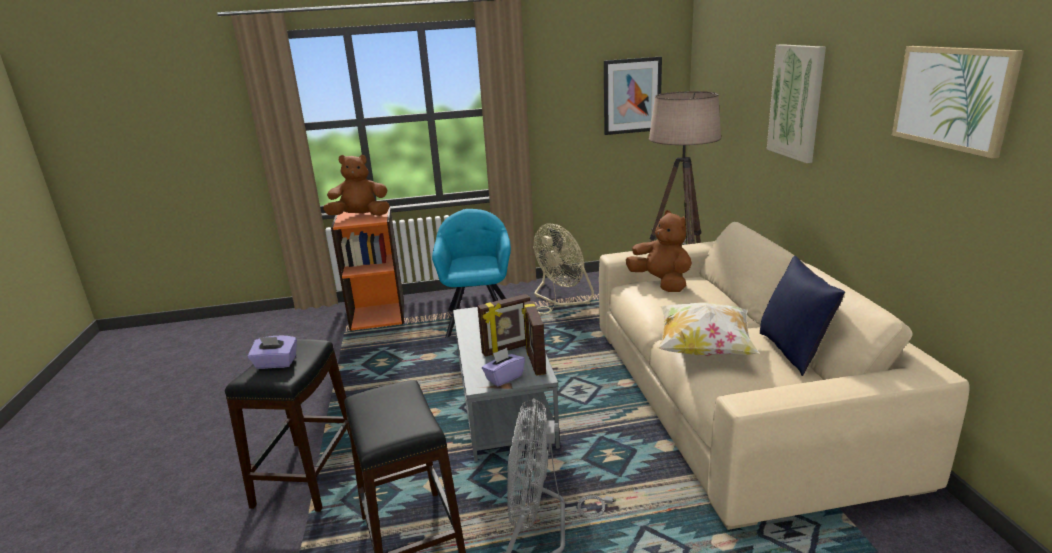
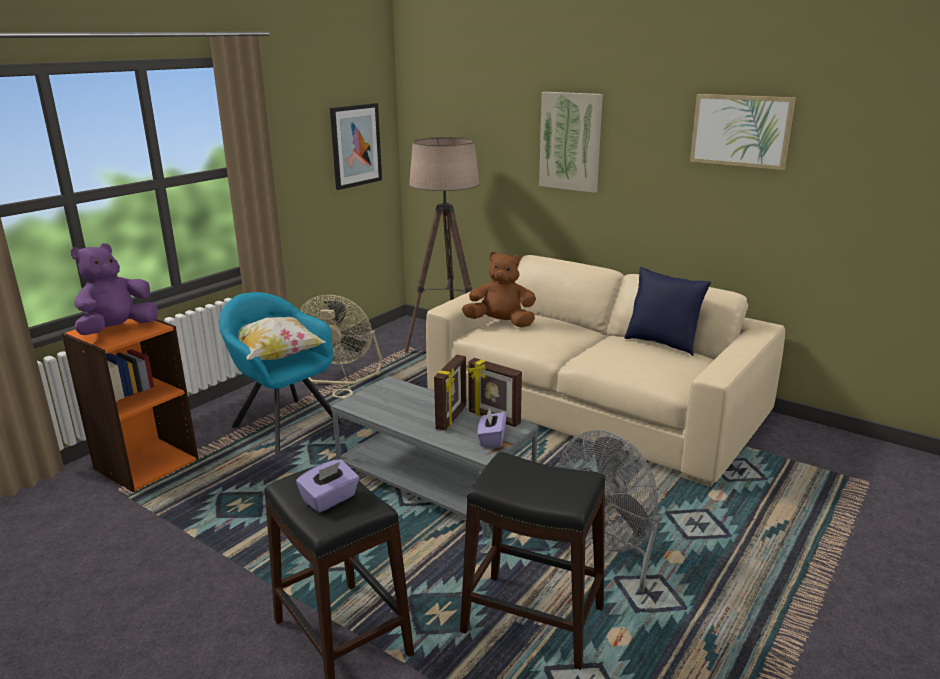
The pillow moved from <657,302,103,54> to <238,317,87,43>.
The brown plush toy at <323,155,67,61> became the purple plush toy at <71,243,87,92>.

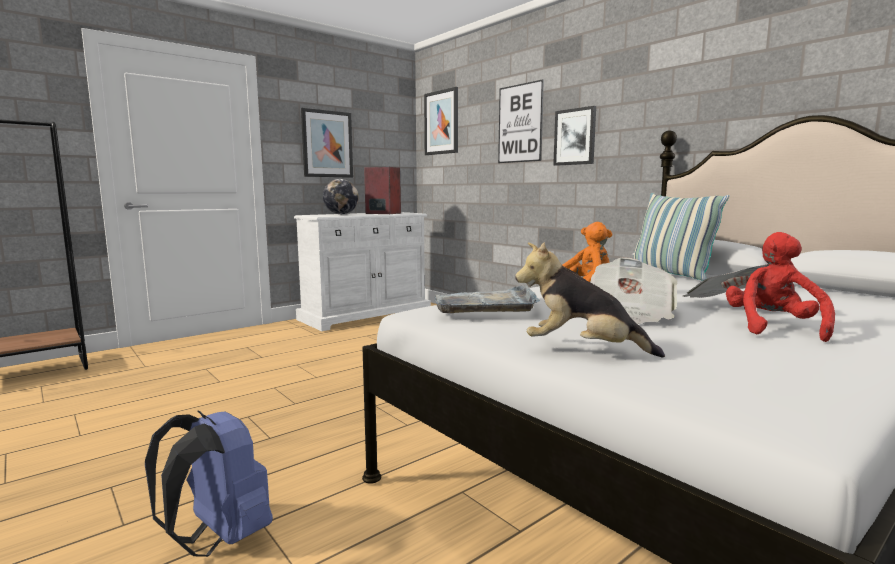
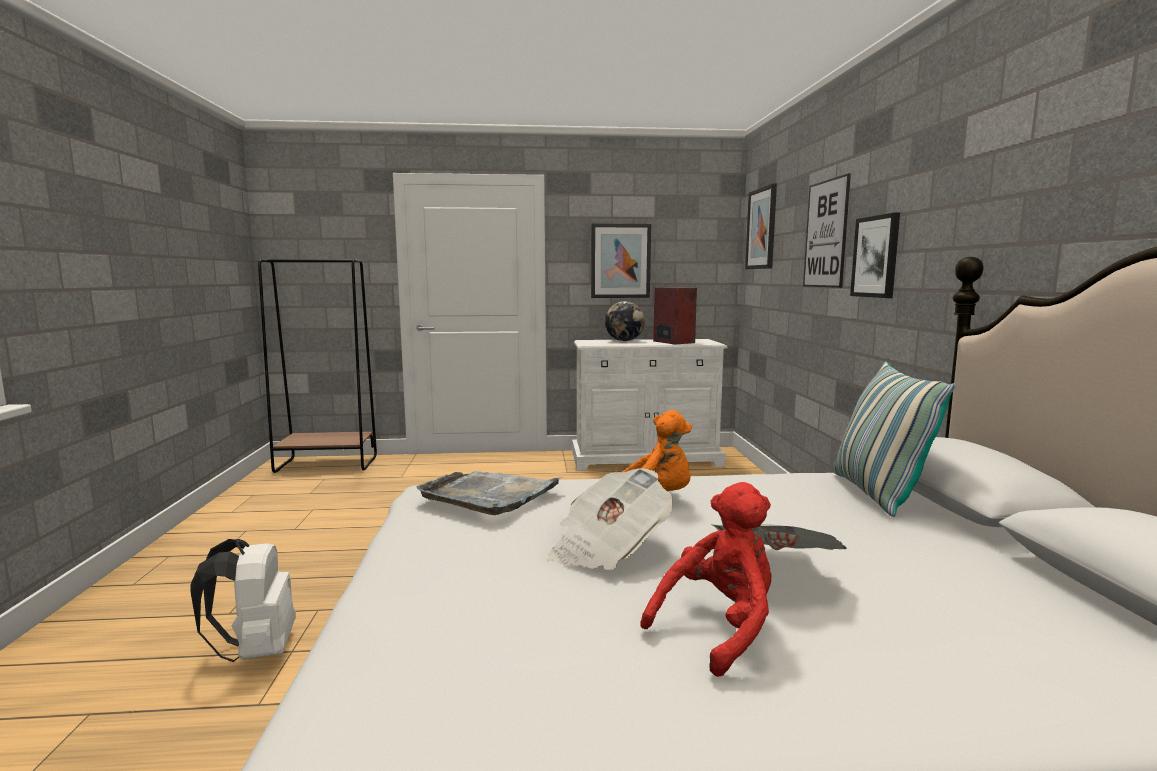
The plush toy at <515,242,150,116> disappeared.
The blue backpack at <145,410,128,147> became the white backpack at <190,539,106,123>.

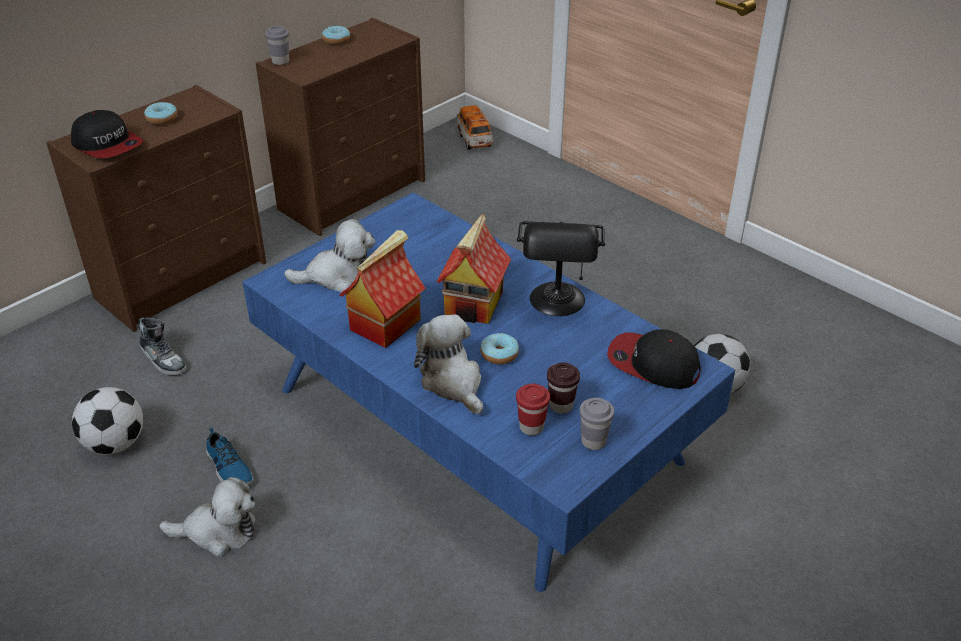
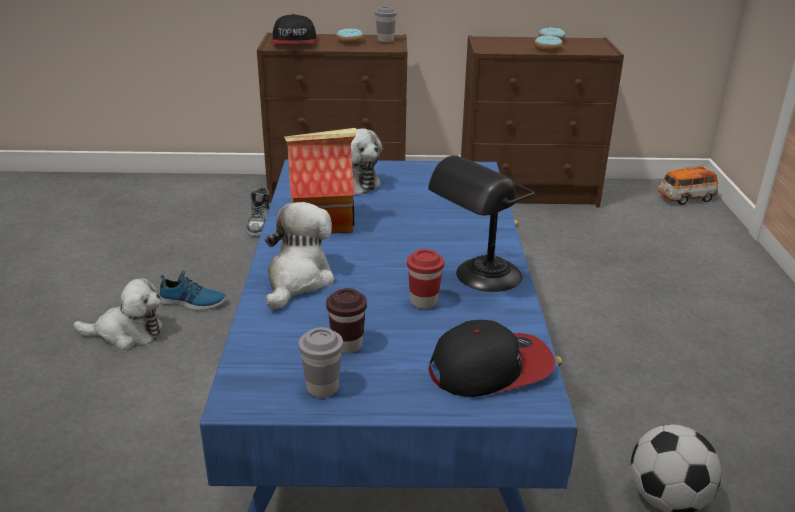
The football at <72,387,71,68> disappeared.
The toy house at <436,214,75,110> disappeared.
The grey cup moved from <265,26,24,39> to <375,6,22,37>.
The donut moved from <481,333,38,31> to <534,36,28,16>.
The red cup moved from <516,384,34,52> to <407,249,37,60>.
The plush toy at <159,477,97,80> turned 45 degrees counterclockwise.
The shoe at <206,427,48,59> turned 90 degrees counterclockwise.
The toy car at <457,105,36,45> turned 135 degrees counterclockwise.
The cap at <607,329,94,60> turned 90 degrees clockwise.

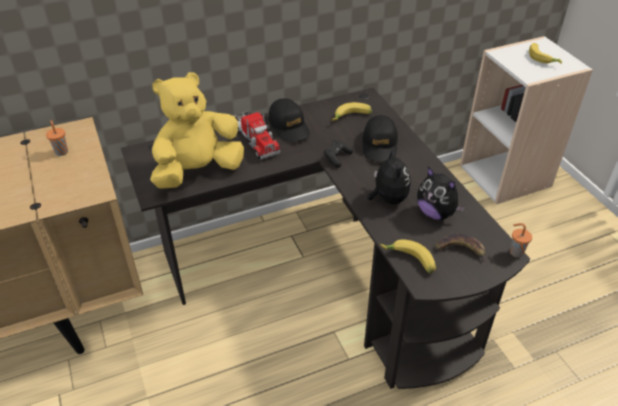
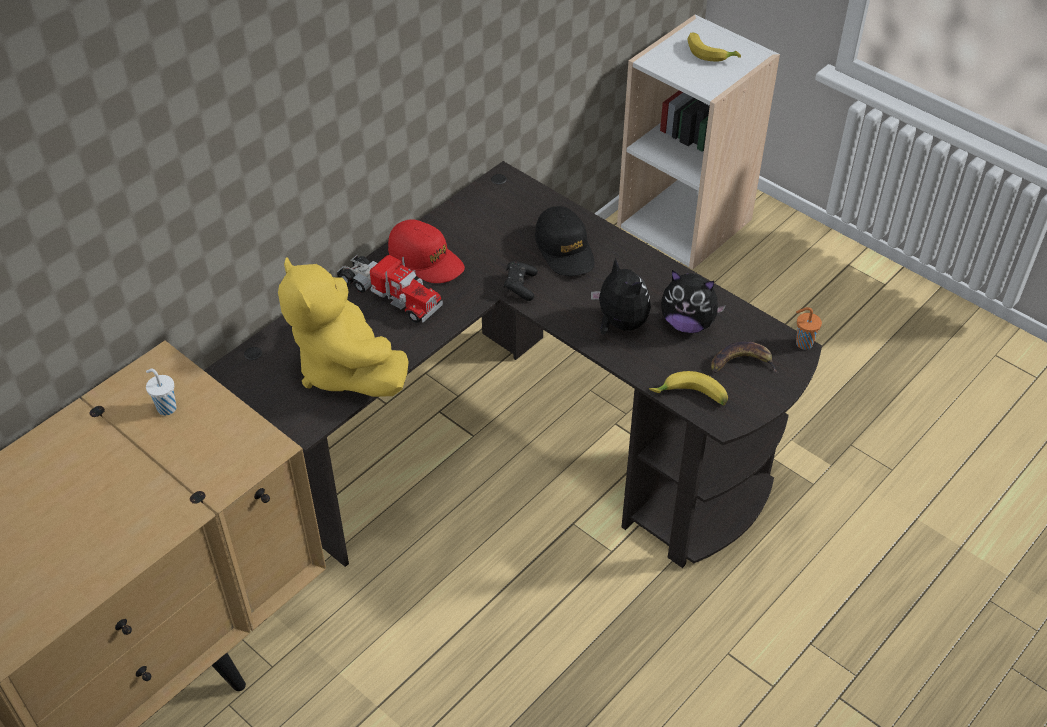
The banana at <331,102,41,19> disappeared.
The orange cup at <46,120,22,36> became the white cup at <146,369,31,46>.
The black cap at <269,98,41,44> became the red cap at <388,219,77,64>.
The yellow plush toy at <150,72,94,117> turned 60 degrees counterclockwise.

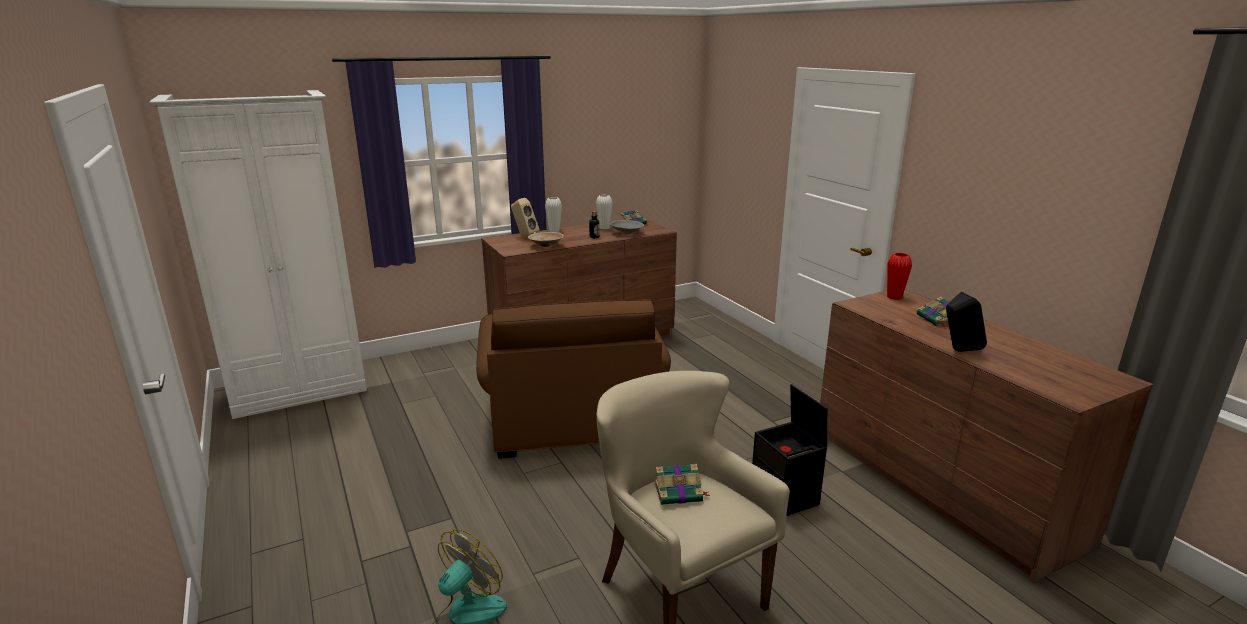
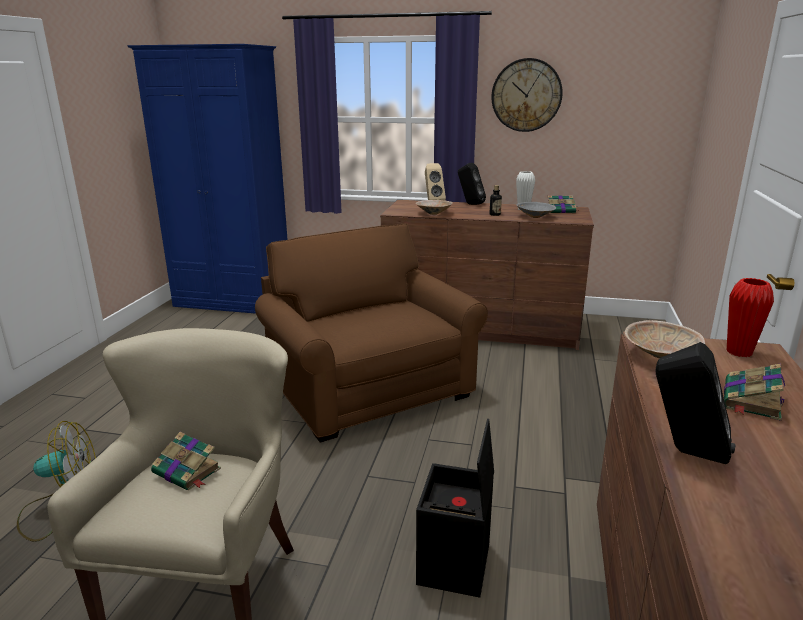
The wall clock at <491,58,72,74> appeared.
The beige bowl at <624,320,81,38> appeared.
The white vase at <545,197,17,35> was replaced by the black speaker at <458,163,28,42>.
The white wardrobe at <149,90,218,329> became the blue wardrobe at <127,44,161,270>.
The brown armchair at <476,300,195,159> turned 120 degrees clockwise.

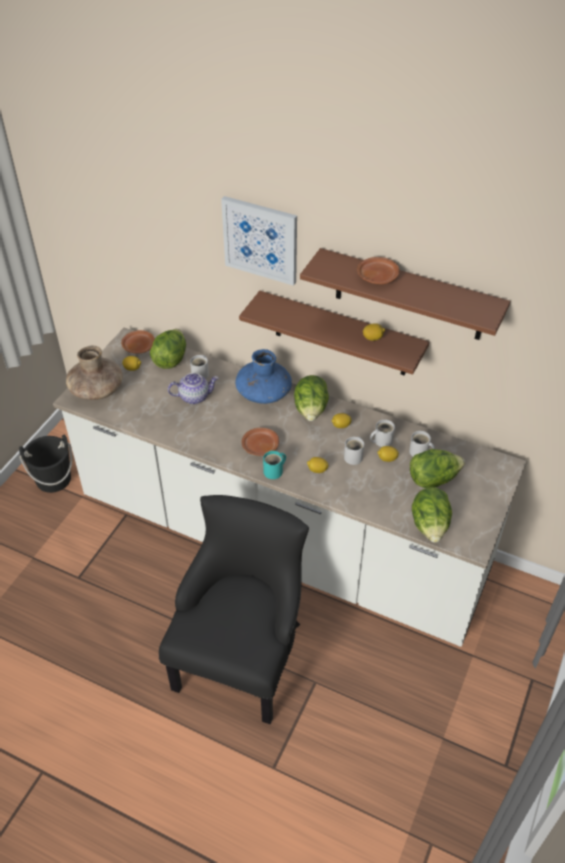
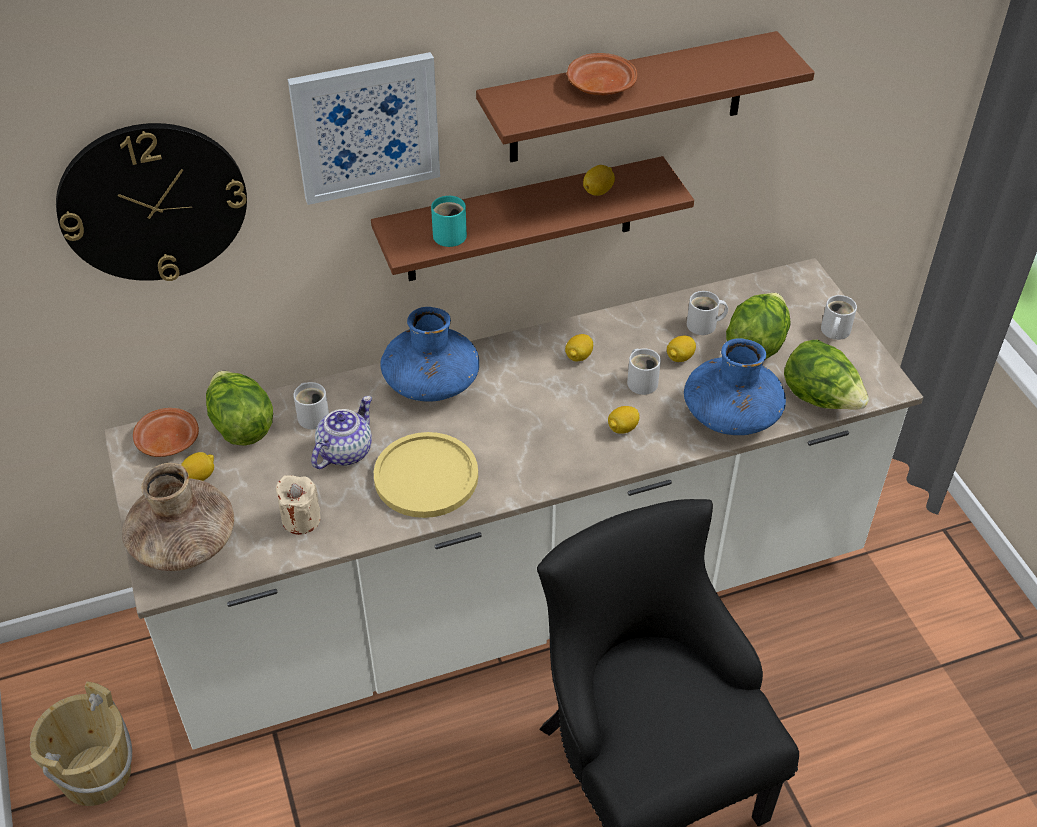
The brown plate at <241,428,38,28> disappeared.
The lettuce at <294,375,35,46> disappeared.
The wall clock at <56,123,191,158> appeared.
The beige candle at <276,475,45,60> appeared.
The yellow plate at <374,432,104,86> appeared.
The blue vase at <684,338,102,97> appeared.
The turquoise mug moved from <263,451,23,28> to <431,196,36,51>.
The white mug moved from <370,420,25,27> to <821,295,36,45>.
The black bucket at <19,434,53,59> became the beige bucket at <30,681,102,125>.

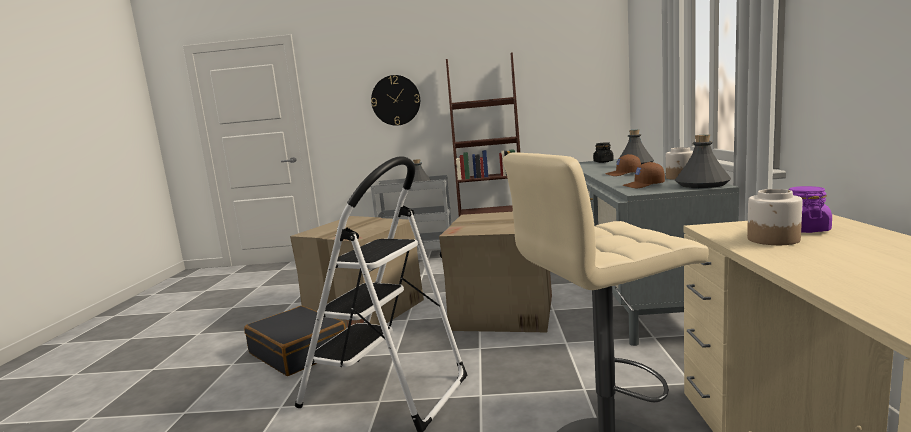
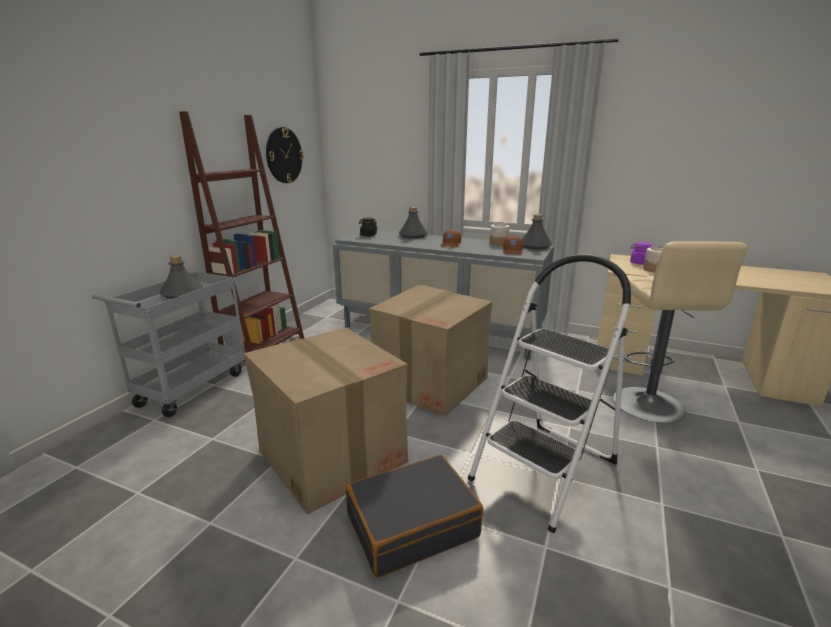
The wall clock moved from <371,75,49,51> to <266,127,38,56>.

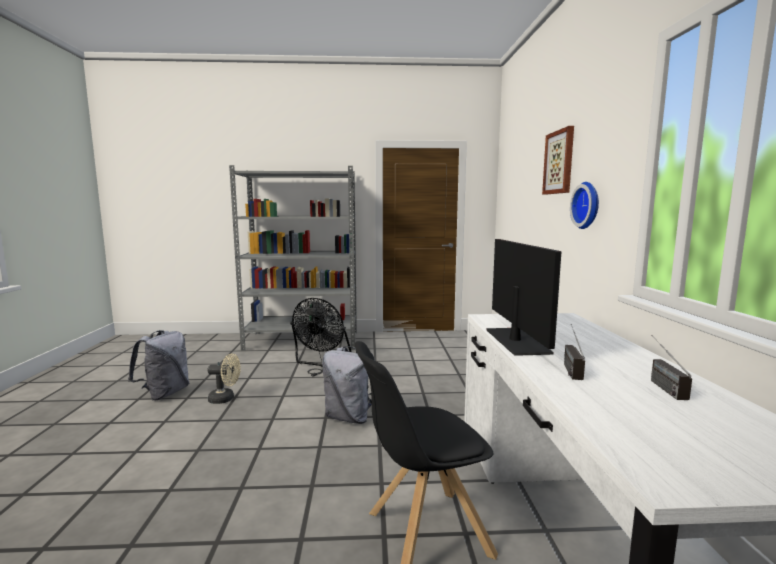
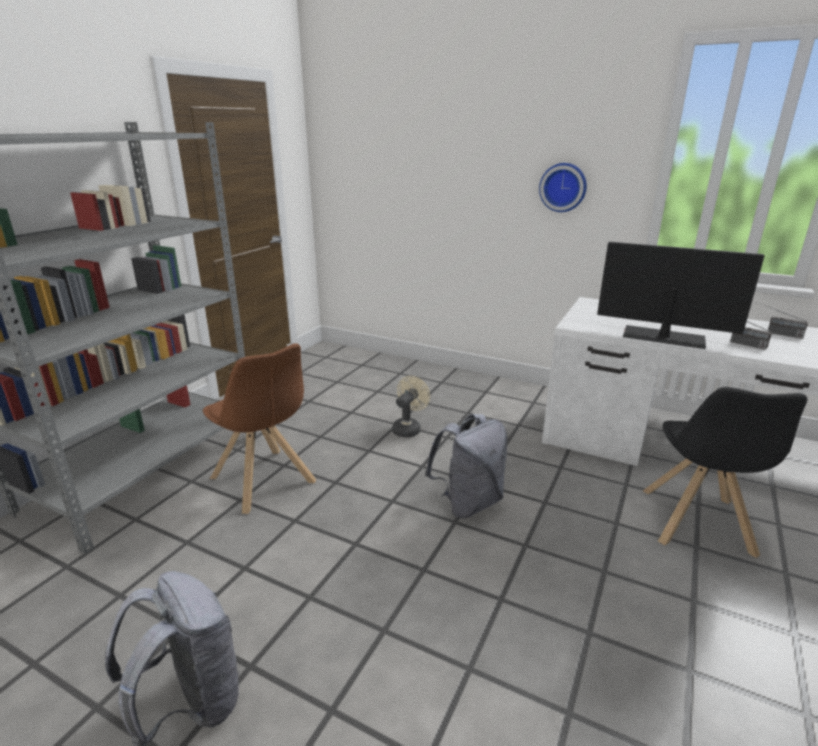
The picture at <542,126,32,68> disappeared.
The beige fan moved from <207,354,34,50> to <392,376,38,61>.
The black fan at <290,298,61,79> was replaced by the brown chair at <203,343,113,171>.

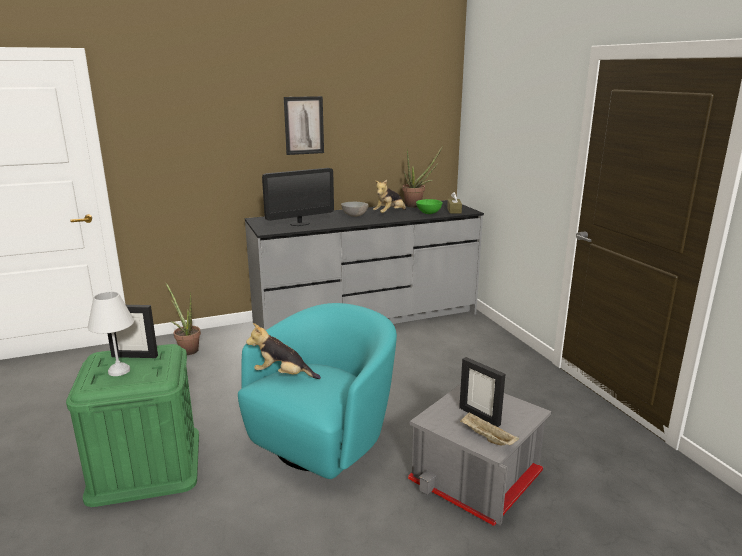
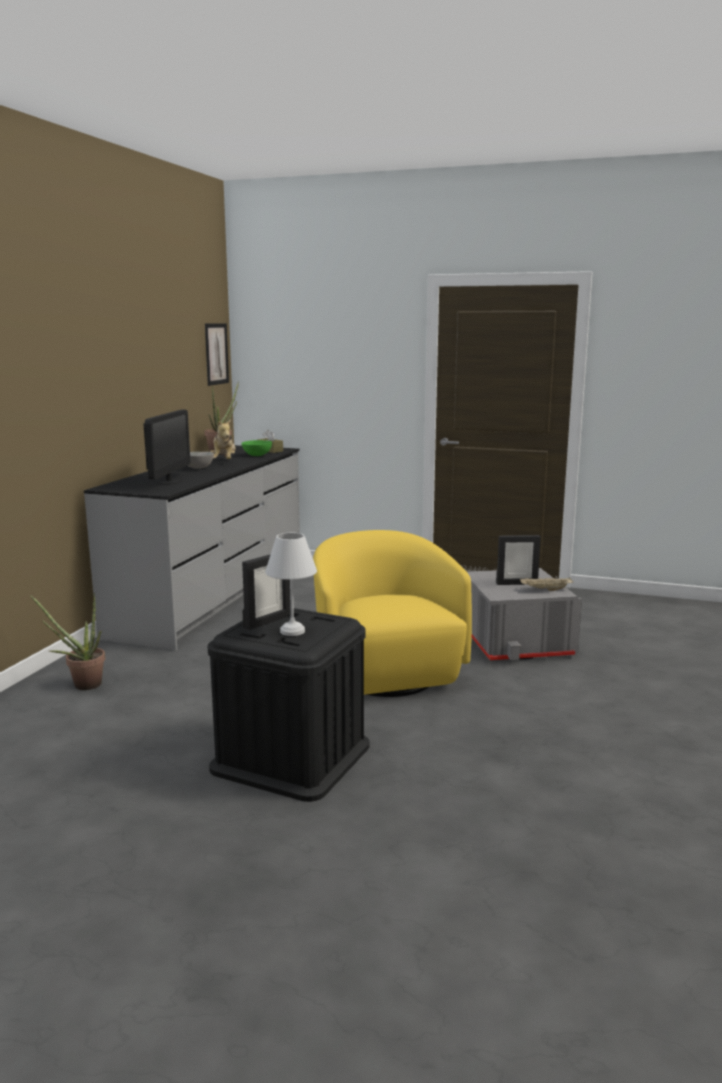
The plush toy at <246,323,75,56> disappeared.
The picture moved from <284,96,40,59> to <205,324,24,62>.
The green storage box at <66,344,133,163> became the black storage box at <208,608,162,194>.
The turquoise armchair at <238,303,159,176> became the yellow armchair at <313,530,159,167>.

